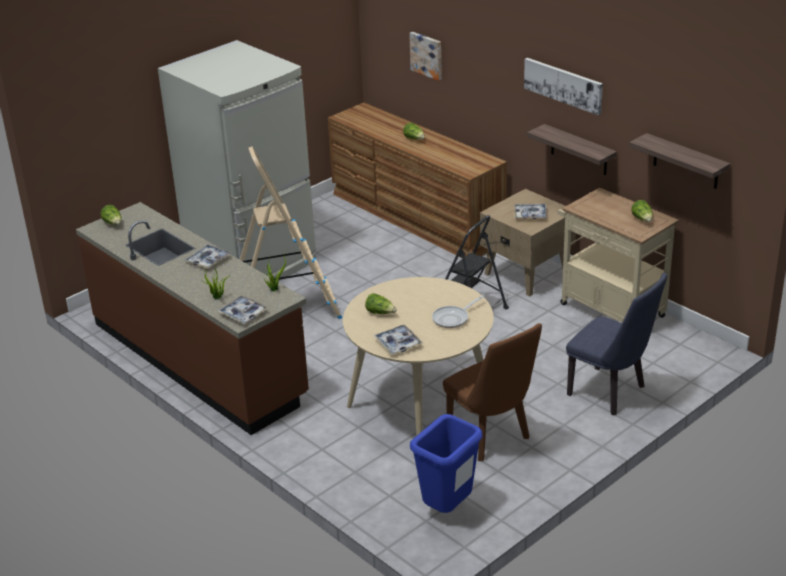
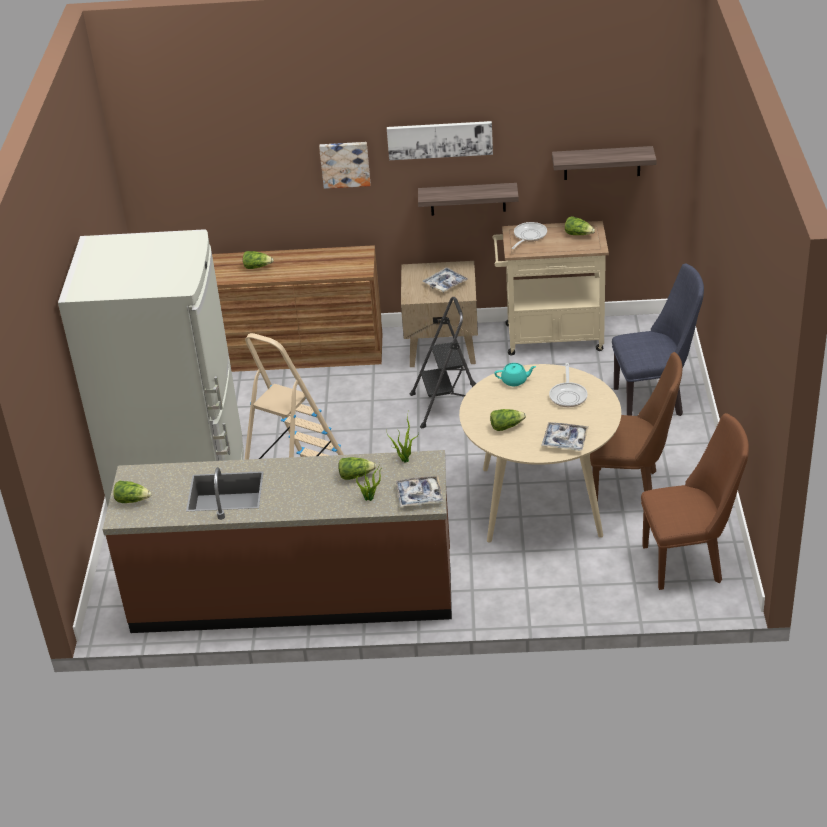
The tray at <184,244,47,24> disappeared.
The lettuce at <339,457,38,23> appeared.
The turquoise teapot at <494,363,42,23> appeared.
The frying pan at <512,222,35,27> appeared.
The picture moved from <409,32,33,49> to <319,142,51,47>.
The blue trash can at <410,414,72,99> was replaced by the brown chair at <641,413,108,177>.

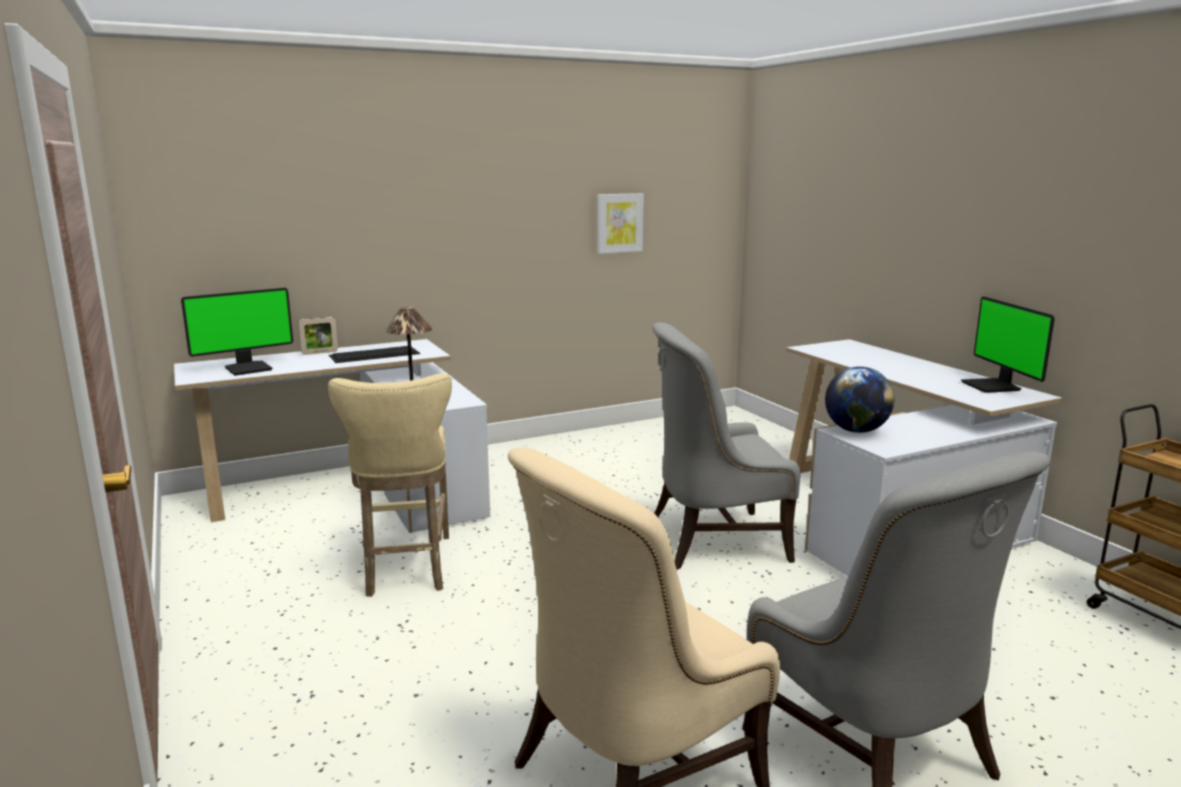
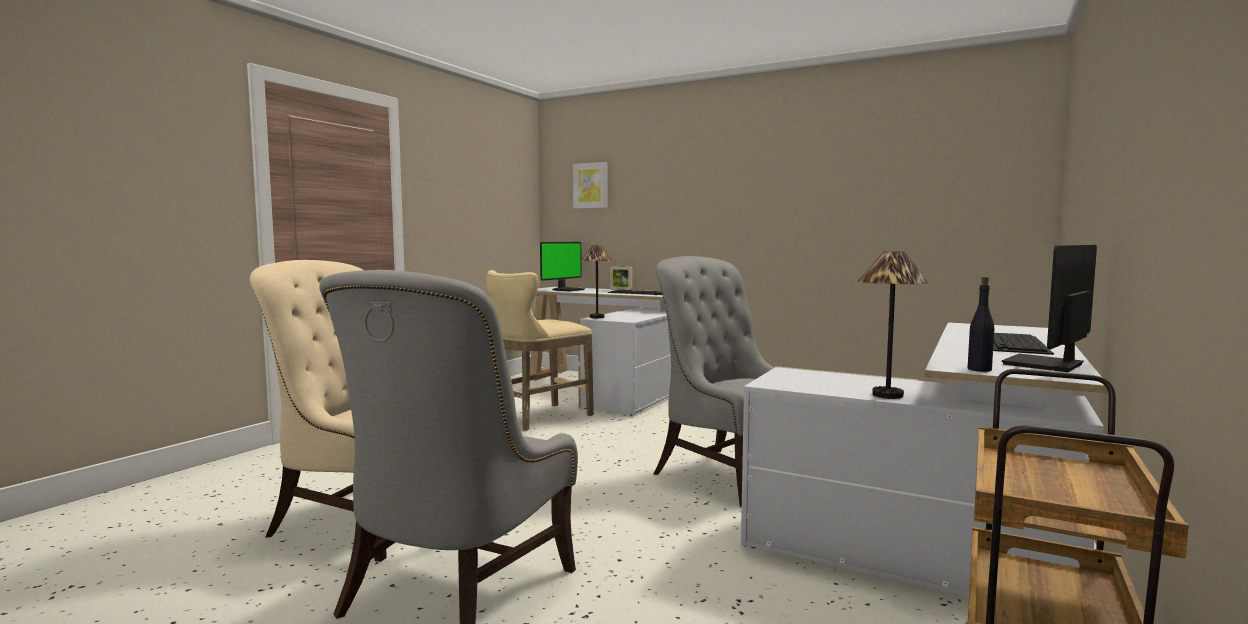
The globe at <825,366,69,67> disappeared.
The table lamp at <858,251,72,148> appeared.
The black bottle at <968,277,26,95> appeared.
The keyboard at <993,333,61,22> appeared.
The picture moved from <597,193,47,61> to <573,162,34,47>.
The monitor at <181,288,112,88> turned 75 degrees counterclockwise.

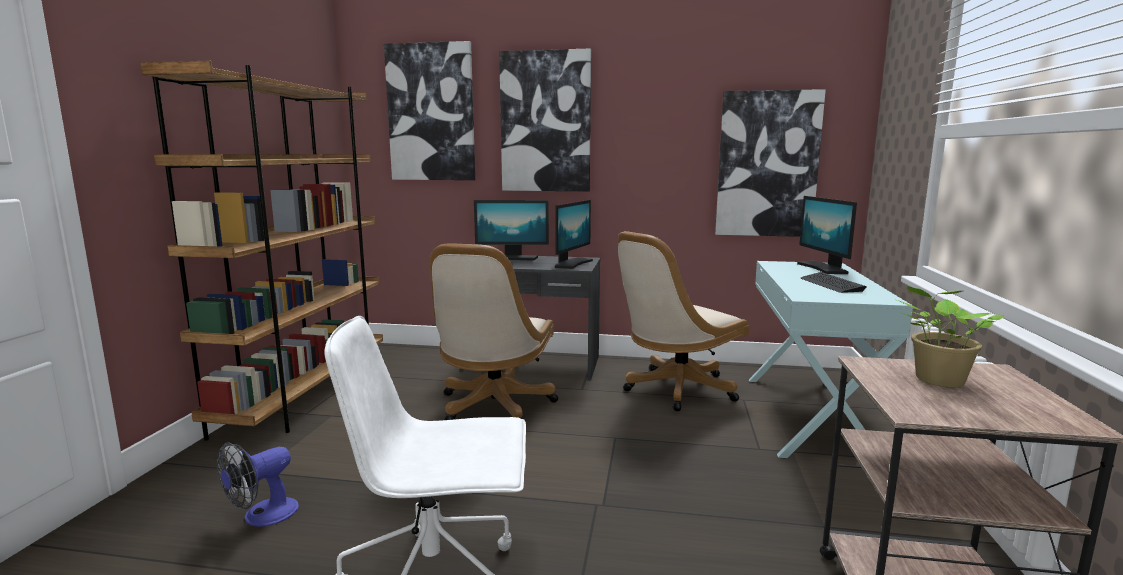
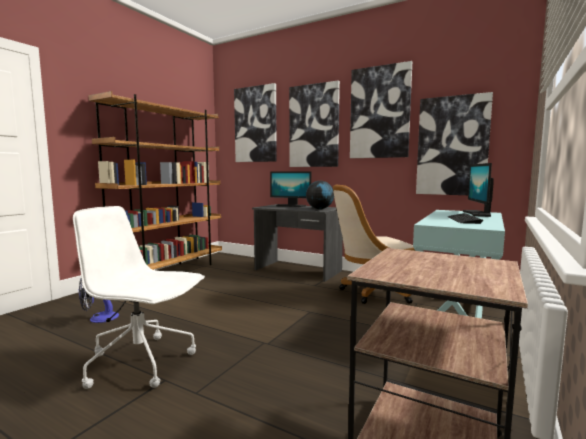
The office chair at <430,243,128,177> disappeared.
The potted plant at <894,286,110,102> disappeared.
The picture at <350,61,62,97> appeared.
The monitor at <555,200,38,69> was replaced by the globe at <306,181,28,28>.

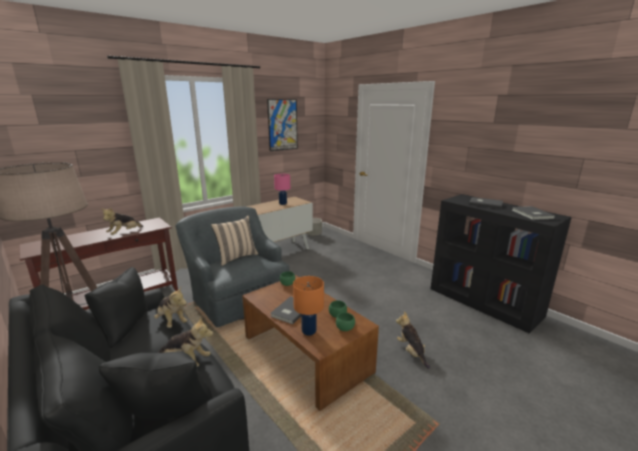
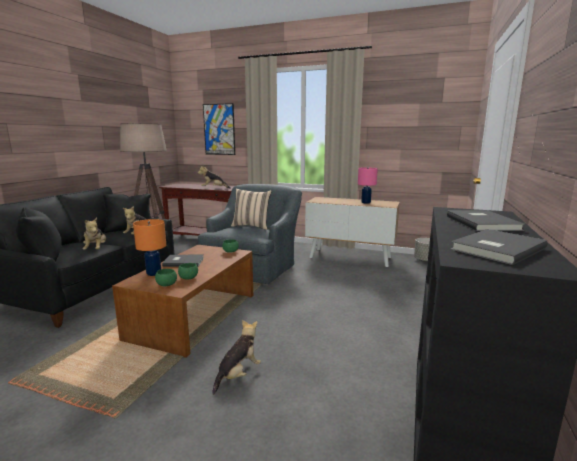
The picture moved from <267,99,31,52> to <203,103,32,52>.

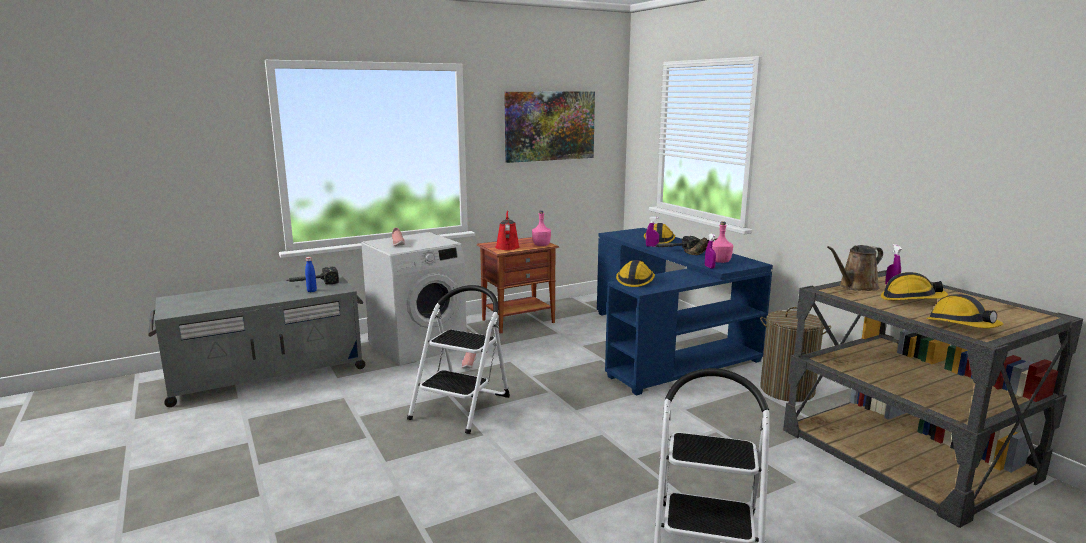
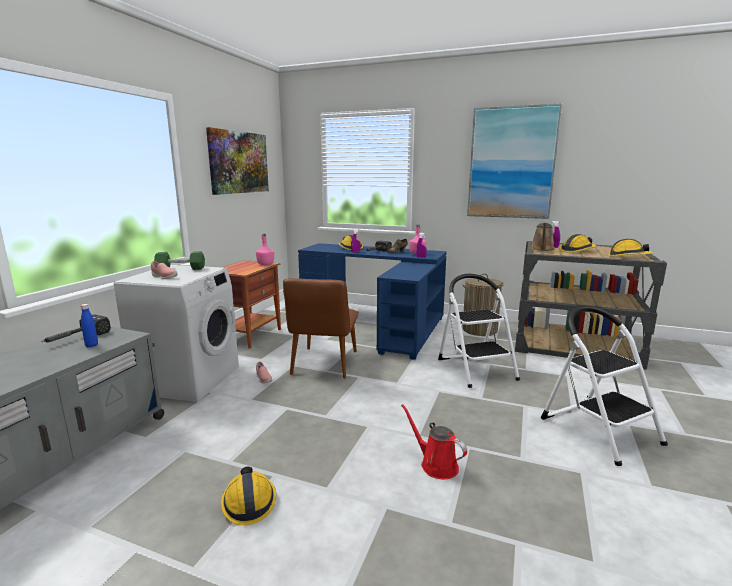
The green dumbbell at <154,251,51,19> appeared.
The brown chair at <283,278,76,100> appeared.
The picture at <467,103,95,116> appeared.
The step ladder moved from <407,285,103,149> to <438,274,82,114>.
The red watering can moved from <495,210,25,40> to <401,404,66,75>.
The hard hat moved from <616,260,39,27> to <221,466,55,59>.

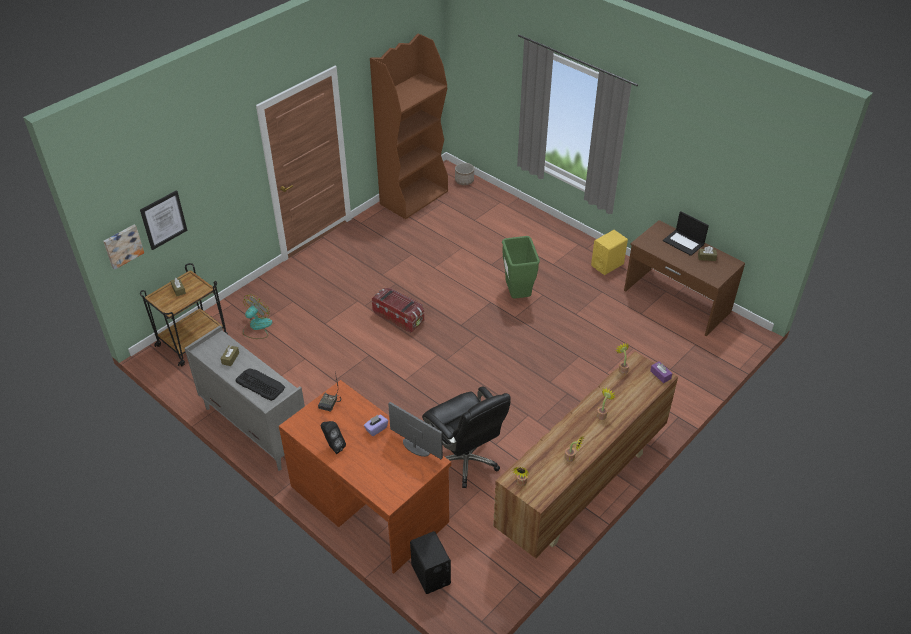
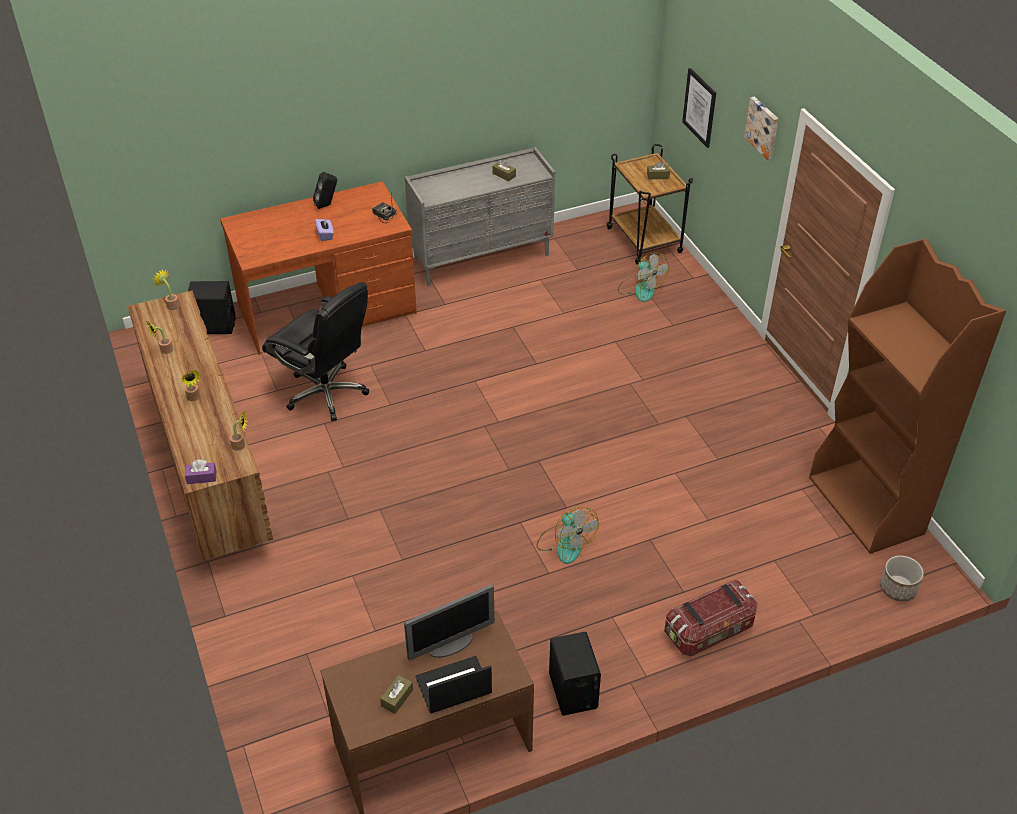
The keyboard at <236,368,49,33> disappeared.
The picture moved from <103,225,41,45> to <744,96,35,64>.
The storage box moved from <372,288,52,45> to <664,580,94,76>.
The monitor moved from <388,402,55,57> to <404,584,91,77>.
The green trash can at <502,236,38,63> was replaced by the fan at <536,507,63,57>.
The yellow speaker at <591,230,37,45> became the black speaker at <549,632,52,83>.
The black office chair at <422,386,89,102> turned 135 degrees counterclockwise.

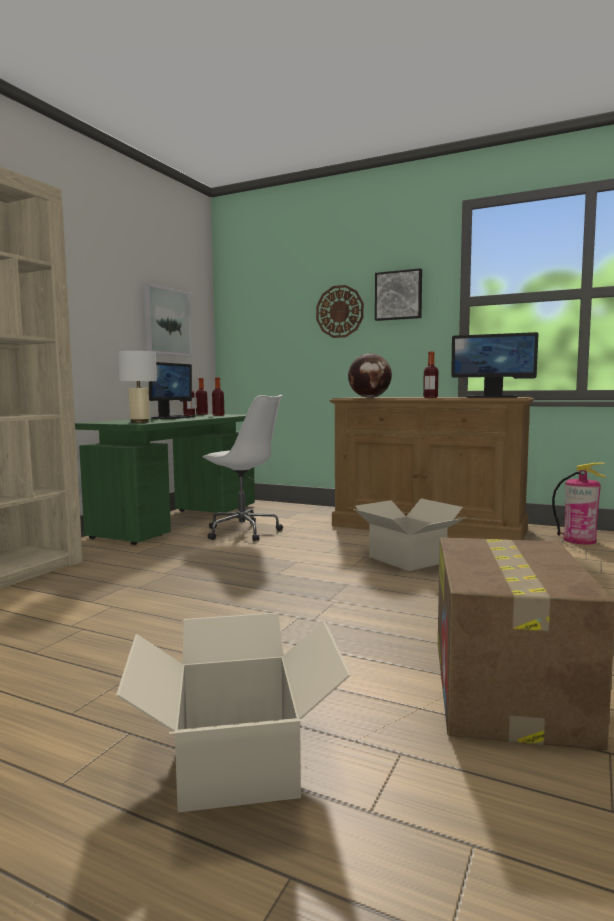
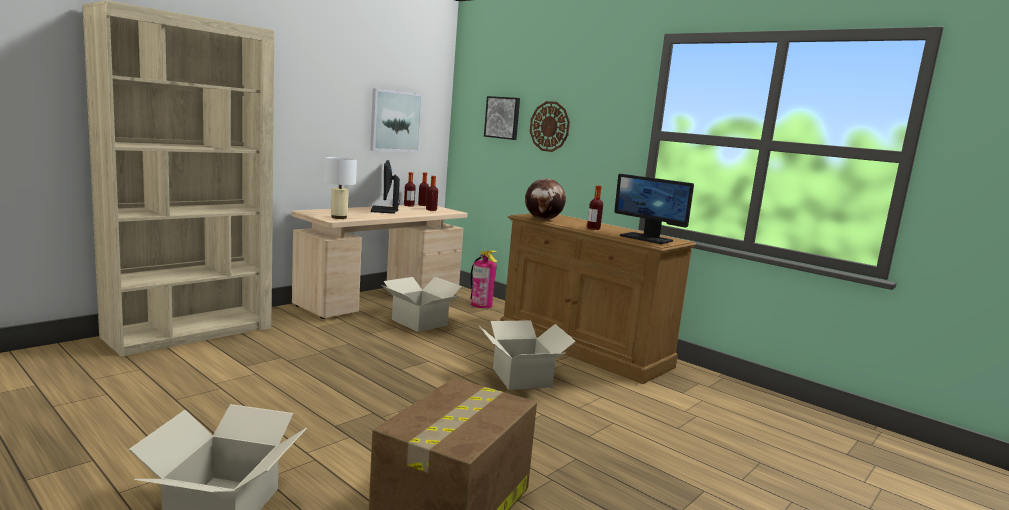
The picture moved from <375,268,47,53> to <484,96,36,44>.
The fire extinguisher moved from <552,463,54,81> to <470,251,28,57>.
The white office chair at <203,395,80,146> was replaced by the cardboard box at <381,277,81,55>.
The green desk at <75,414,180,131> became the beige desk at <292,204,176,115>.
The monitor at <149,362,47,57> turned 135 degrees clockwise.

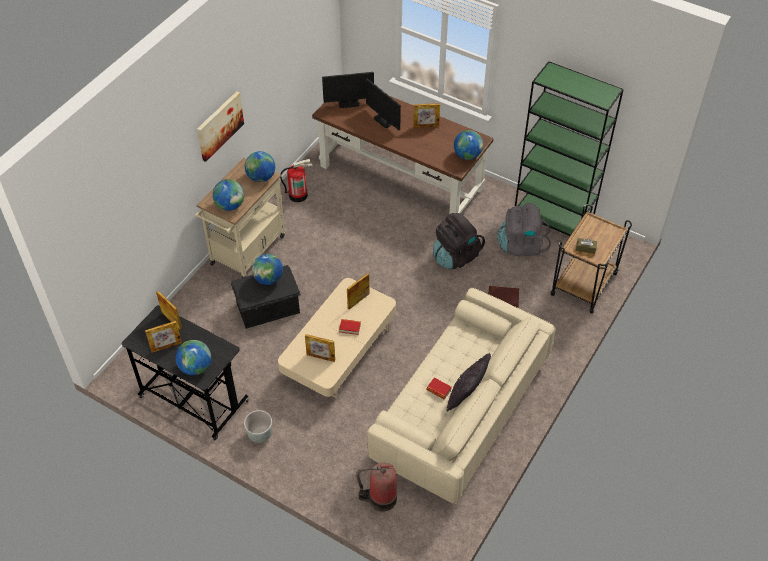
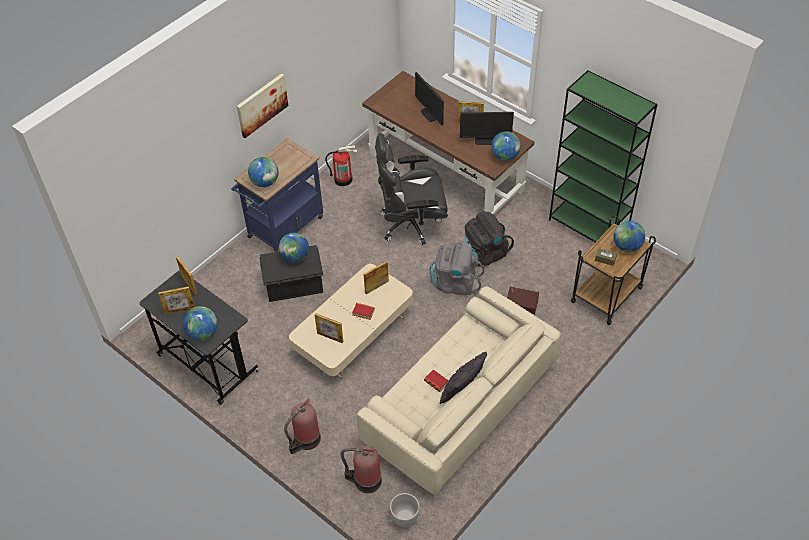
The fire extinguisher at <284,398,37,56> appeared.
The black office chair at <375,133,73,112> appeared.
The grey planter moved from <244,410,28,33> to <390,493,29,34>.
The globe moved from <245,151,30,31> to <613,221,32,31>.
The monitor moved from <322,72,52,36> to <460,112,54,33>.
The grey backpack moved from <497,203,54,53> to <429,241,55,54>.
The beige cart at <195,158,90,120> became the blue cart at <231,138,92,114>.

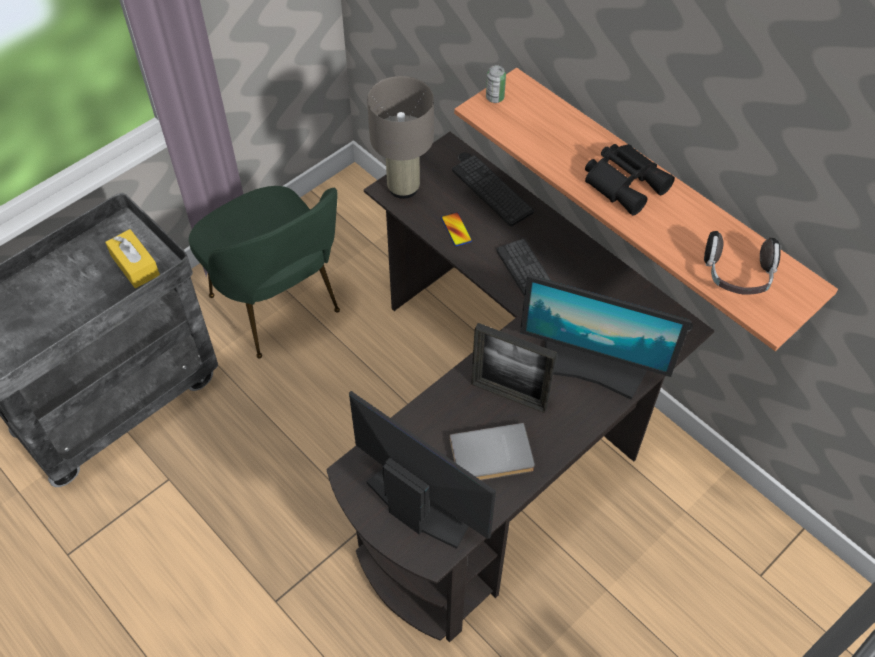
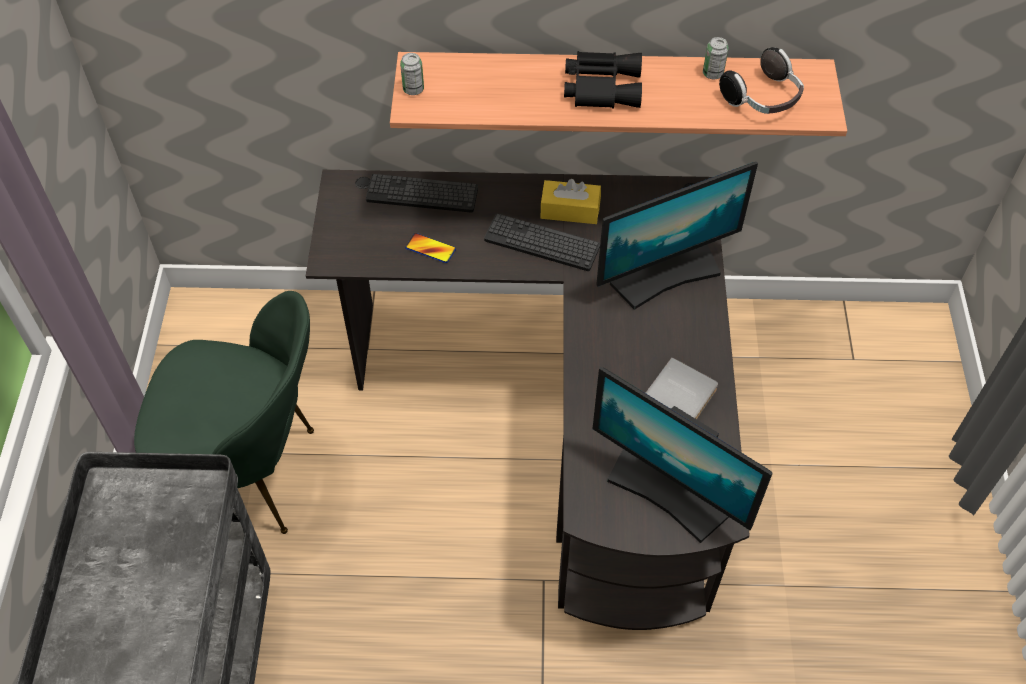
The grey table lamp at <367,76,67,123> disappeared.
The picture frame at <471,323,86,90> disappeared.
The can at <703,37,26,42> appeared.
The yellow tissue box moved from <105,229,55,59> to <541,179,60,45>.
The monitor at <349,391,147,158> turned 135 degrees counterclockwise.

